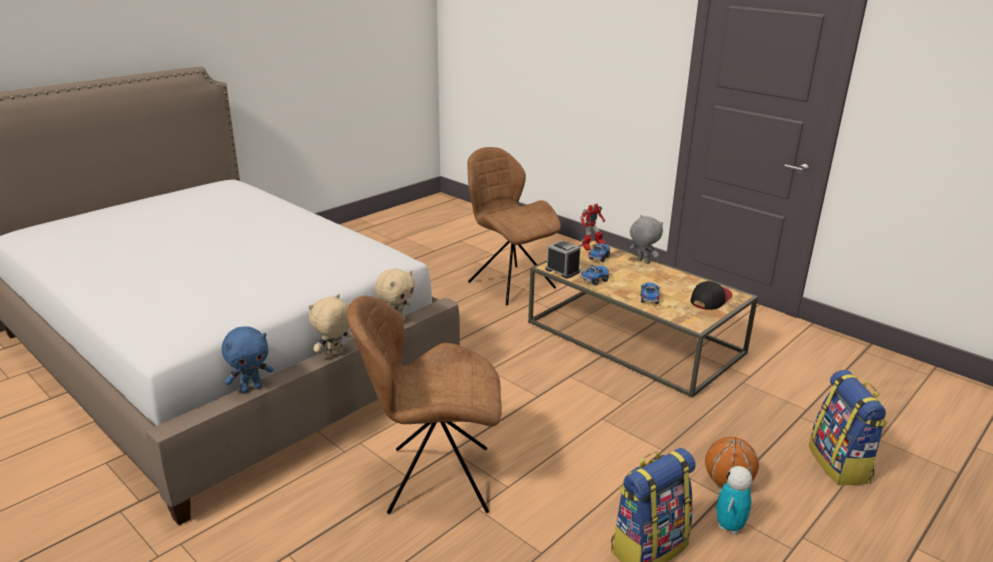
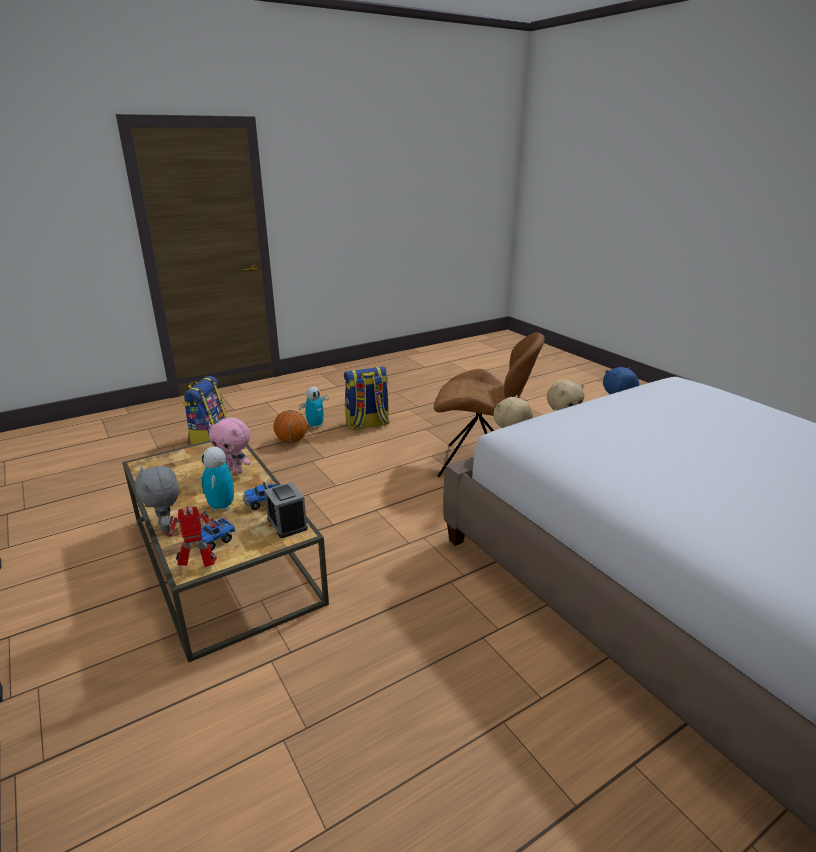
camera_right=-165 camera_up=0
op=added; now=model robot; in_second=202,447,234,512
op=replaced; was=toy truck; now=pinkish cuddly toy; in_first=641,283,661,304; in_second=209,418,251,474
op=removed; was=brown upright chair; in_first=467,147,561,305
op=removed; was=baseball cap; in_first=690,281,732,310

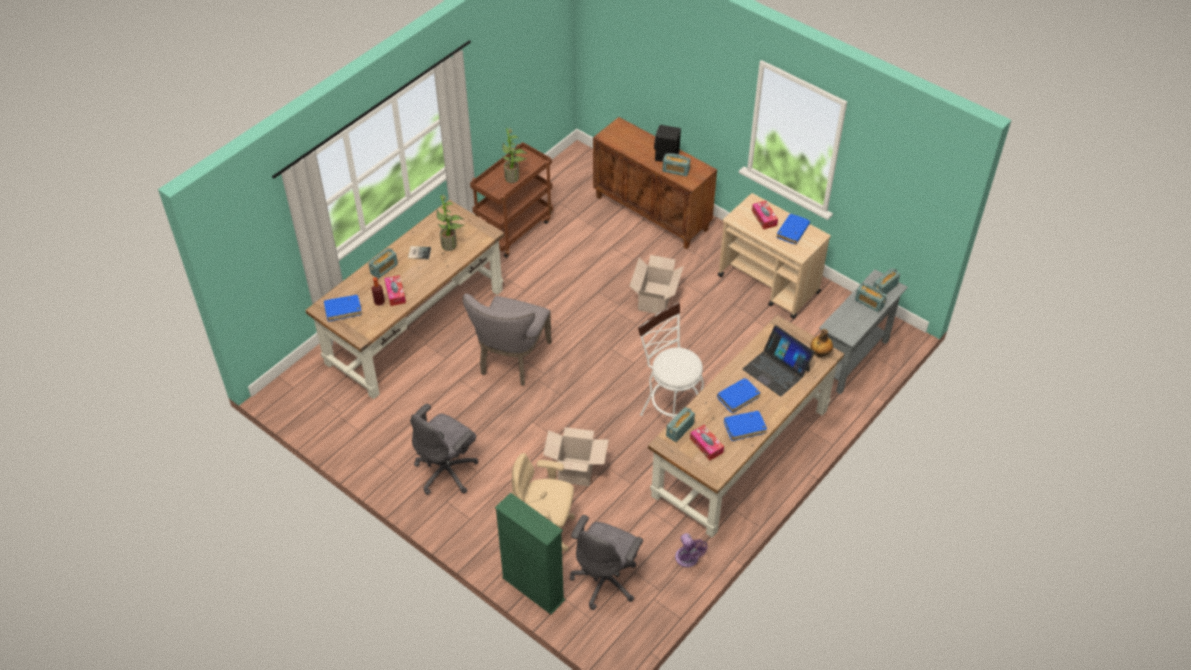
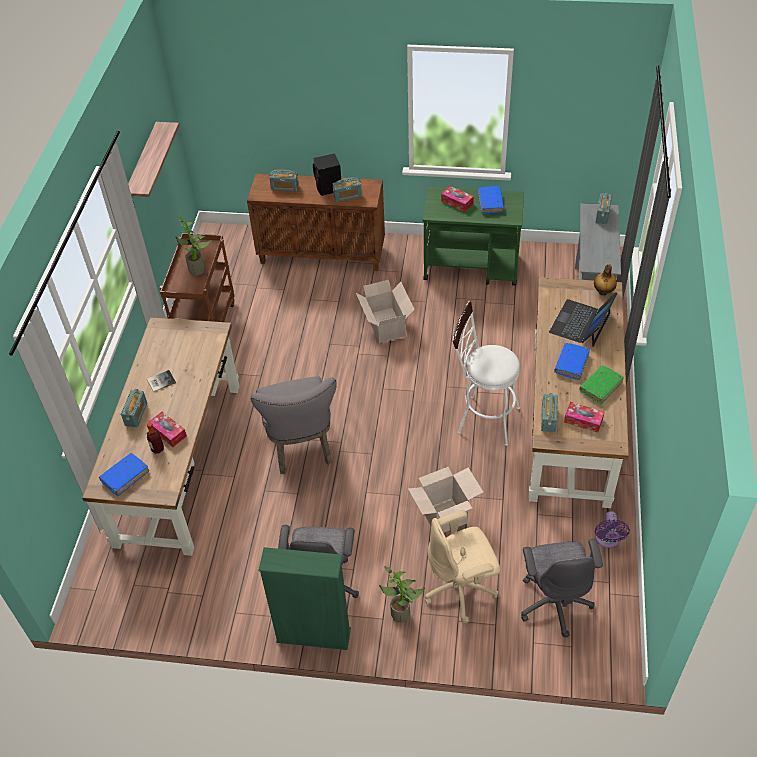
camera_right=-30 camera_up=0
op=added; now=wall shelf; in_second=128,122,179,207
op=moved; was=green-coloured shelving unit; in_first=495,492,565,614; in_second=258,547,351,650
op=moved; was=radio receiver; in_first=855,282,887,313; in_second=269,169,299,191
op=moved; was=plant in a pot; in_first=436,195,464,251; in_second=379,566,425,623
op=recoloured; was=beige cart; now=green-coloured cart; in_first=718,193,831,319; in_second=423,187,524,286
op=turned; was=portable computer; in_first=743,325,815,396; in_second=549,293,617,347; clockwise=105
op=recoloured; was=bluish bound book; now=green-coloured bound book; in_first=724,411,767,441; in_second=579,365,624,404
op=turned; was=purple cooling fan; in_first=675,533,708,567; in_second=595,511,630,548; clockwise=60

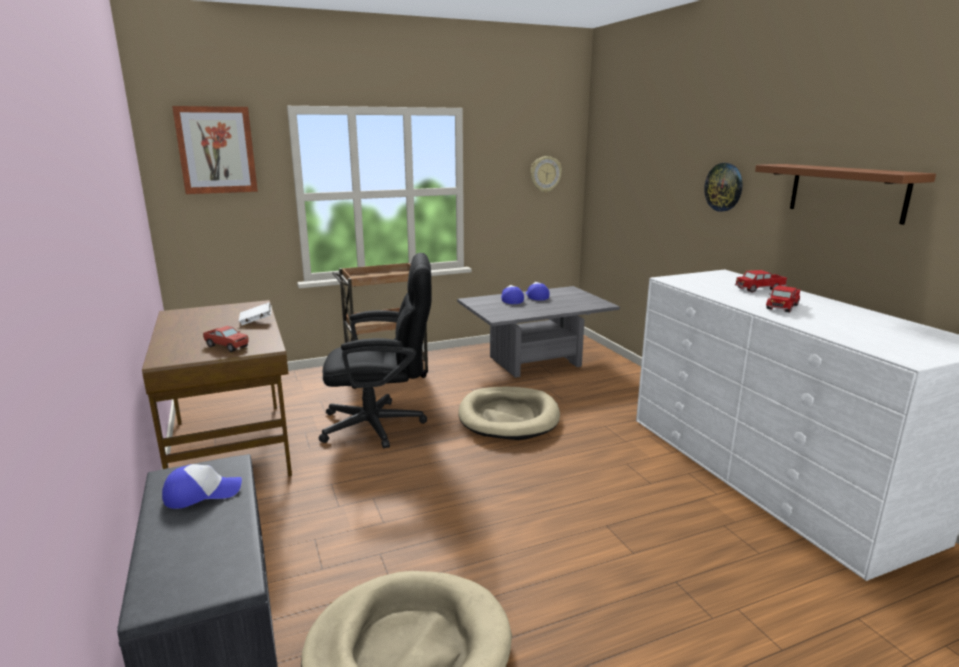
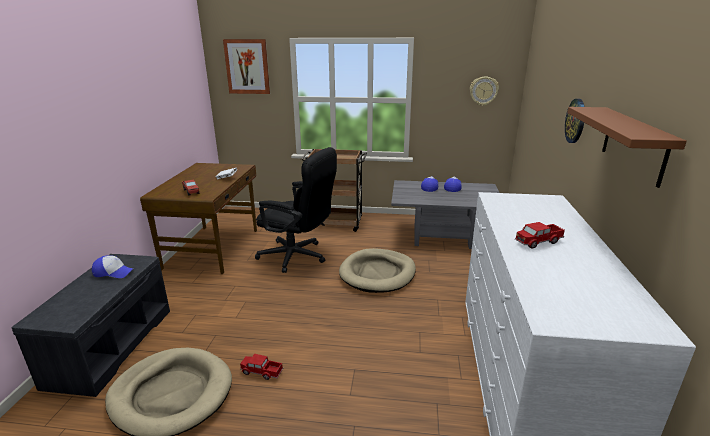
camera_right=30 camera_up=5
op=moved; was=toy truck; in_first=735,270,787,293; in_second=240,354,283,380

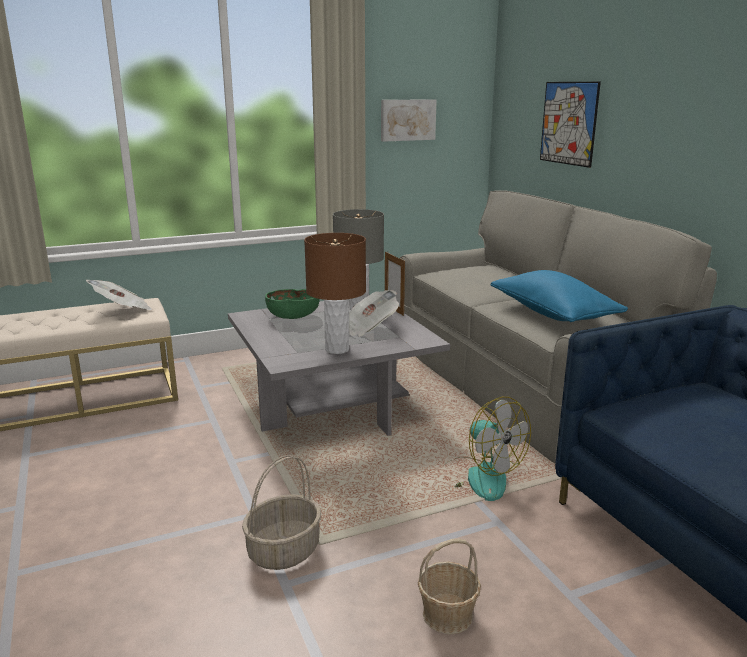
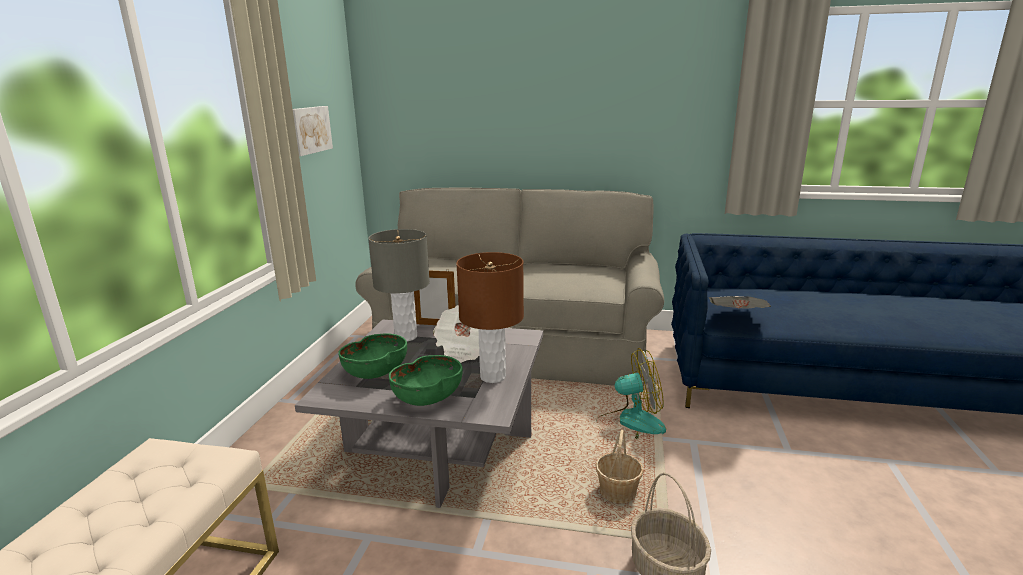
camera_right=-55 camera_up=0
op=added; now=green-coloured deep dish; in_second=389,355,463,406
op=moved; was=basket; in_first=418,539,481,634; in_second=596,430,644,503
op=moved; was=newspaper; in_first=86,280,152,310; in_second=708,296,771,309
op=removed; was=bluish throw pillow; in_first=490,270,628,322
op=removed; was=picture; in_first=540,82,601,168

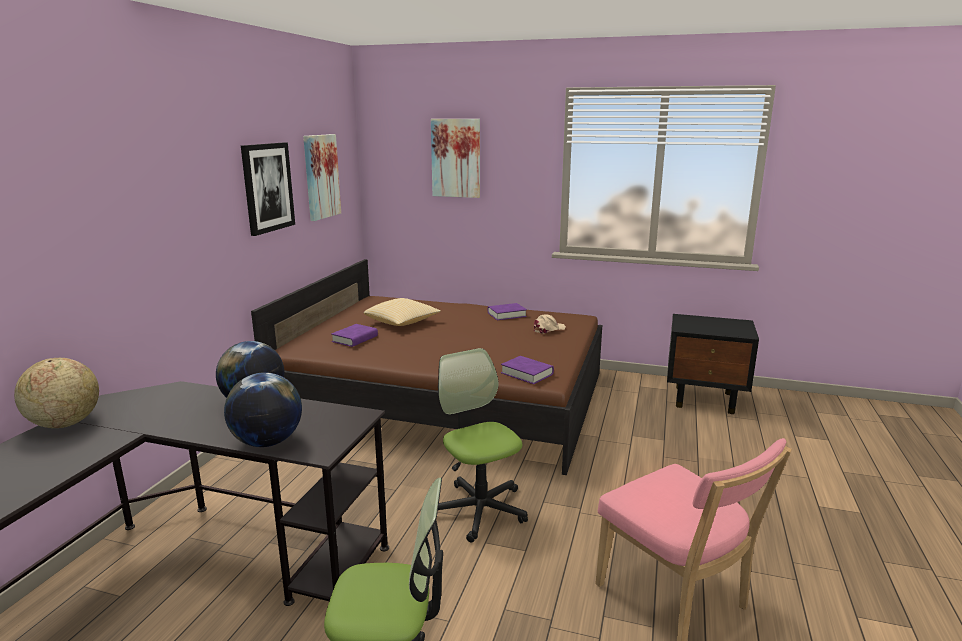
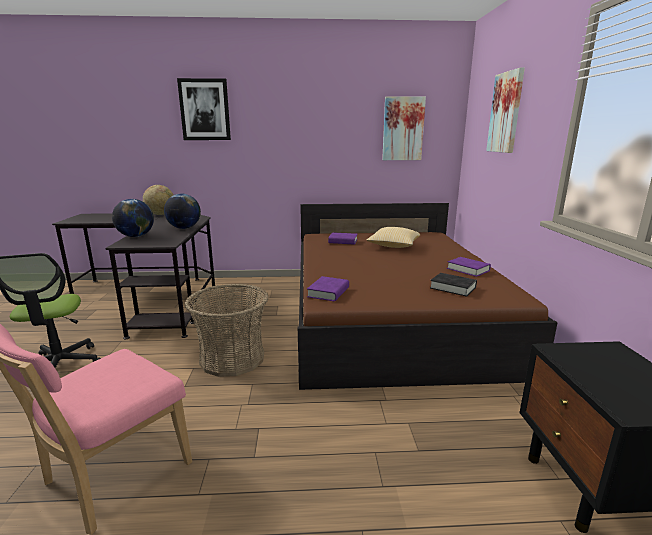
camera_right=70 camera_up=0
op=moved; was=picture; in_first=241,143,295,236; in_second=177,78,231,140
op=replaced; was=computer chair; now=basket; in_first=437,348,528,543; in_second=185,283,269,377
op=replaced; was=beige baseball cap; now=black bound book; in_first=534,314,566,334; in_second=430,273,477,297

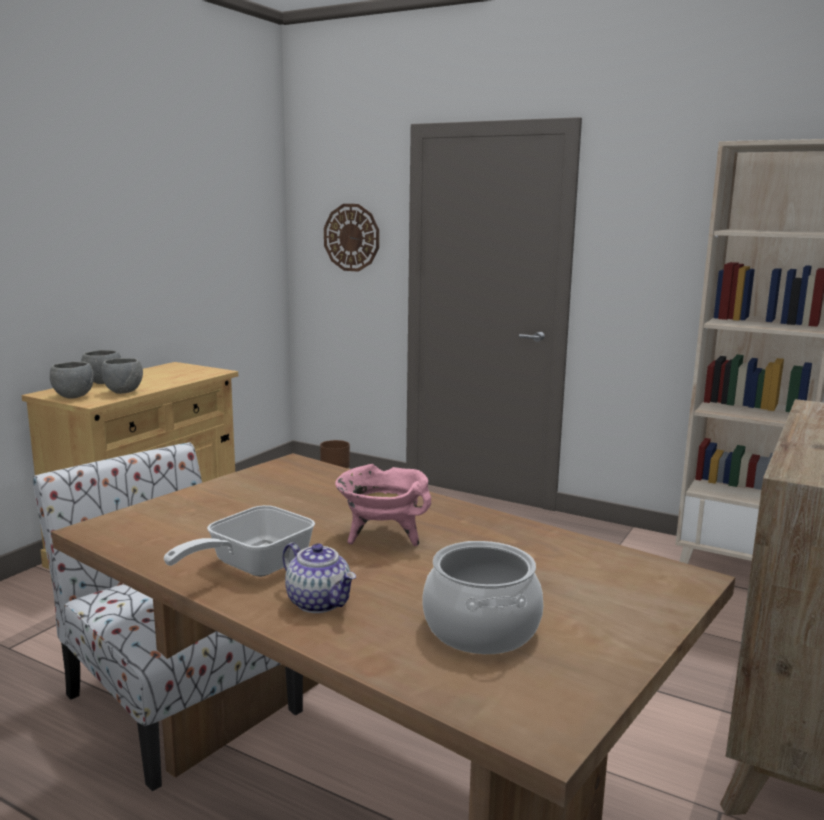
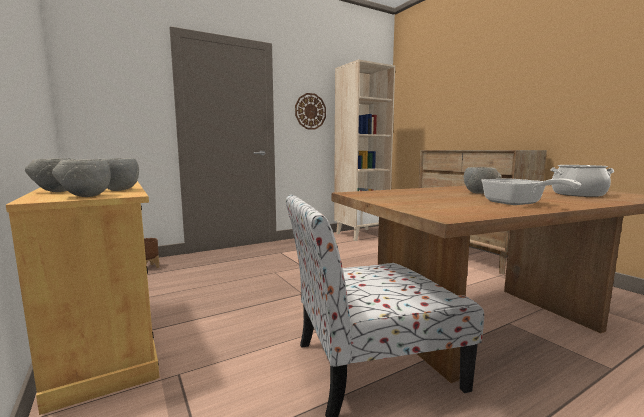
camera_right=-60 camera_up=-5
op=moved; was=clock on the wall; in_first=324,204,379,272; in_second=295,93,326,130
op=replaced; was=pinkish stockpot; now=gray deep dish; in_first=335,464,431,546; in_second=464,167,501,194
op=removed; was=tea pot; in_first=283,542,356,613

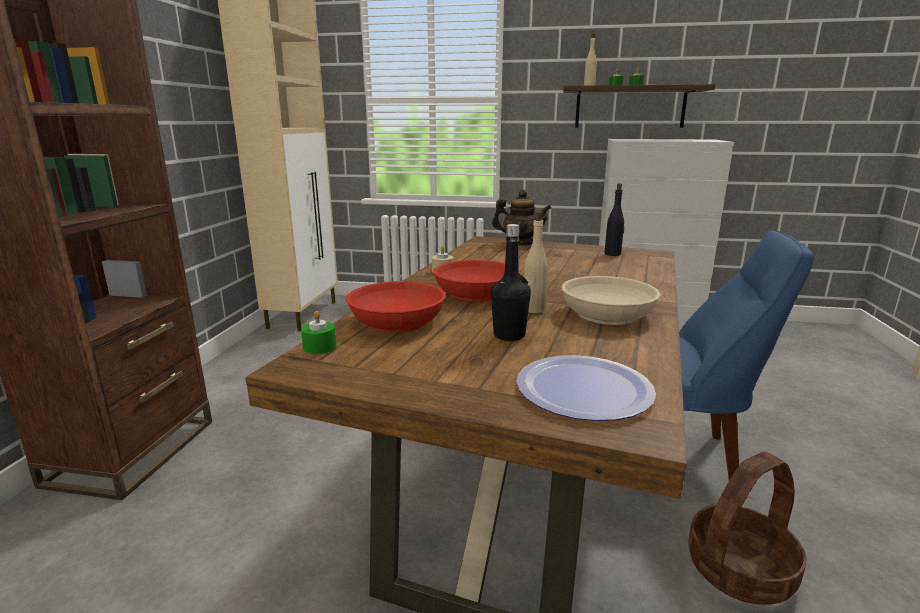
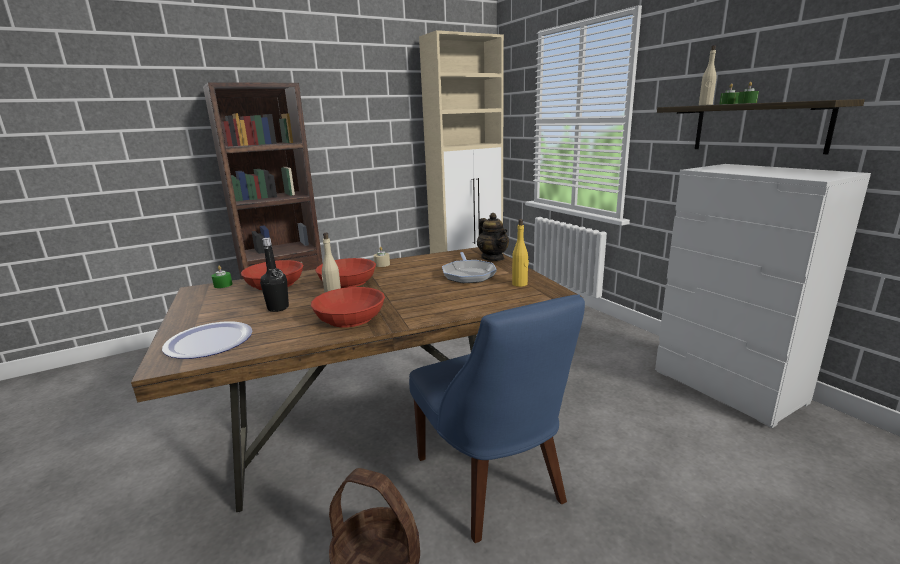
camera_right=50 camera_up=0
op=recoloured; was=beige deep dish; now=red deep dish; in_first=562,276,661,325; in_second=311,287,385,327
op=added; now=frying pan; in_second=442,252,497,283
op=recoloured; was=black beverage bottle; now=yellowish beverage bottle; in_first=604,183,624,256; in_second=512,219,529,287

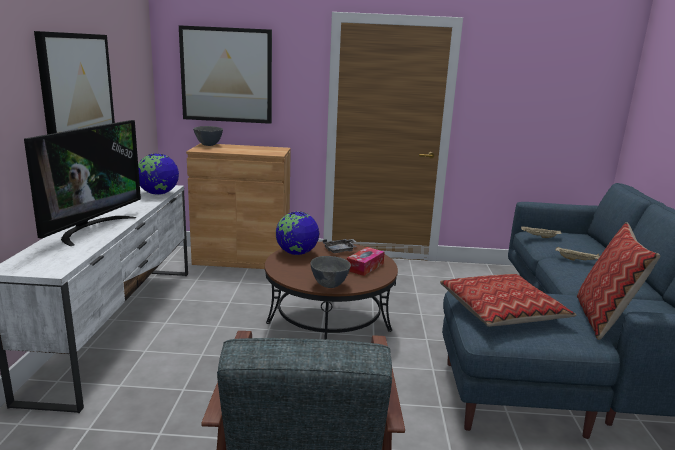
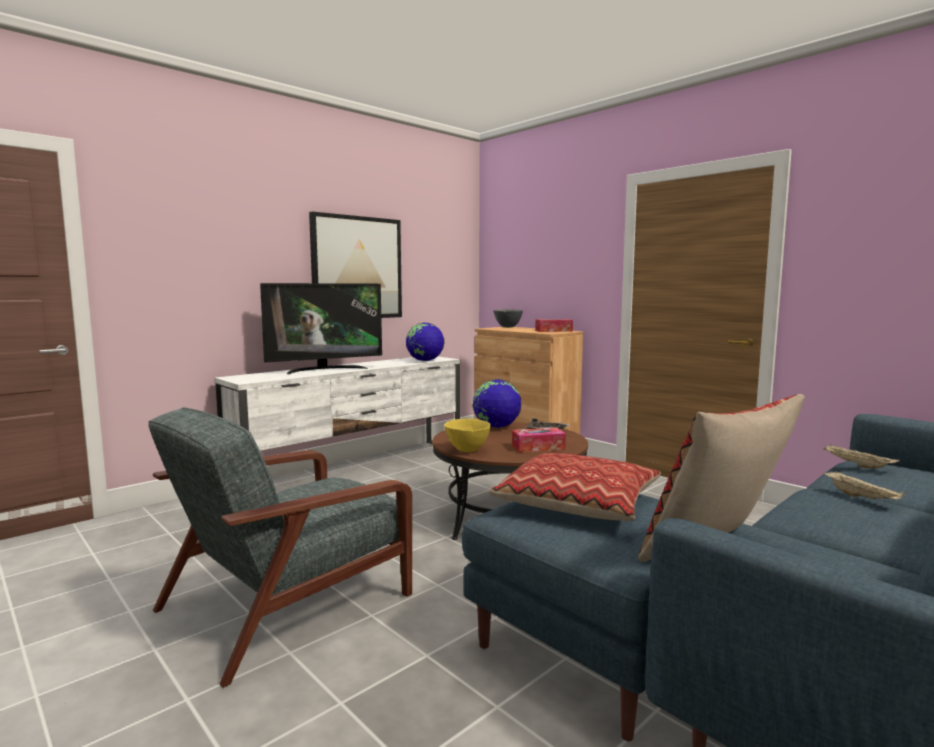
camera_right=45 camera_up=-10
op=recoloured; was=gray deep dish; now=yellowish deep dish; in_first=310,256,351,288; in_second=444,419,491,452
op=added; now=tissue box; in_second=535,319,573,332
op=removed; was=picture; in_first=179,25,272,124

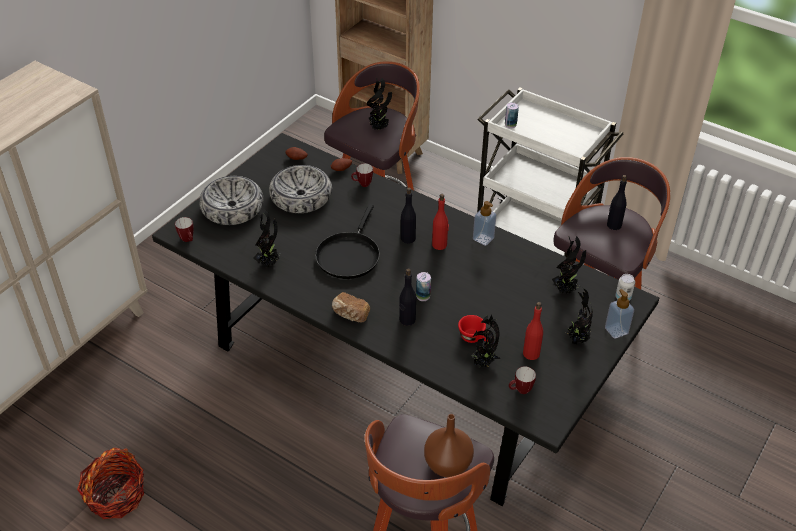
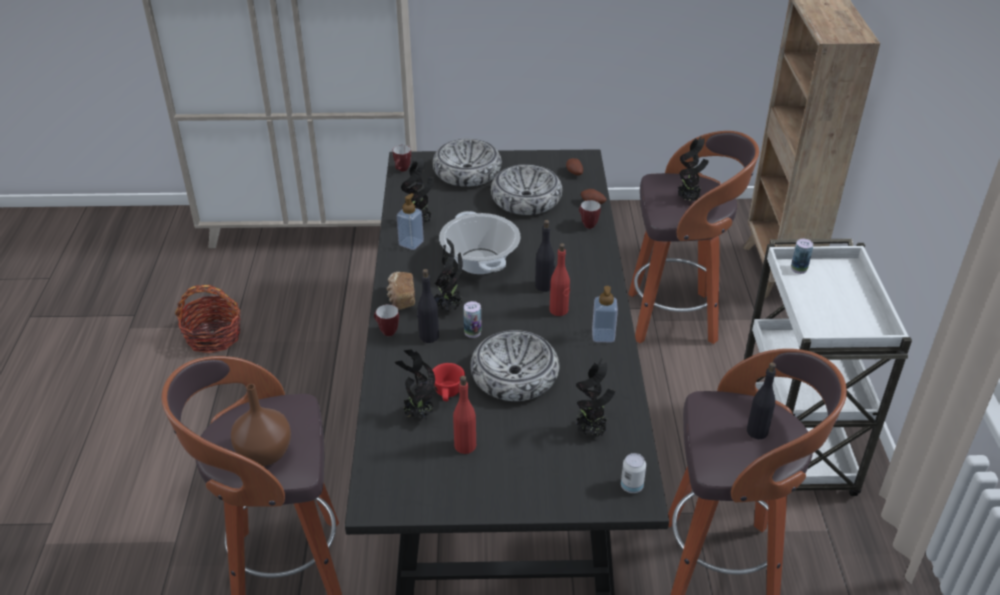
camera_right=55 camera_up=-5
op=moved; was=tea mug; in_first=509,366,536,394; in_second=374,304,399,336
op=moved; was=liquid soap bottle; in_first=605,289,634,339; in_second=397,193,424,250
op=moved; was=plant in a pot; in_first=566,288,593,344; in_second=434,238,463,312
op=replaced; was=black frying pan; now=stockpot; in_first=315,204,380,279; in_second=439,211,521,274
op=added; now=deep dish; in_second=470,330,559,401

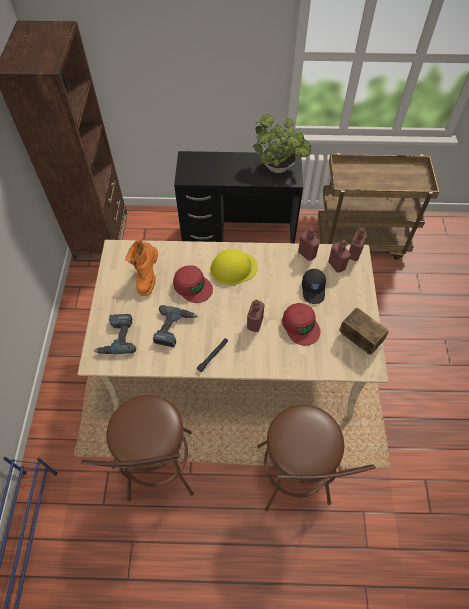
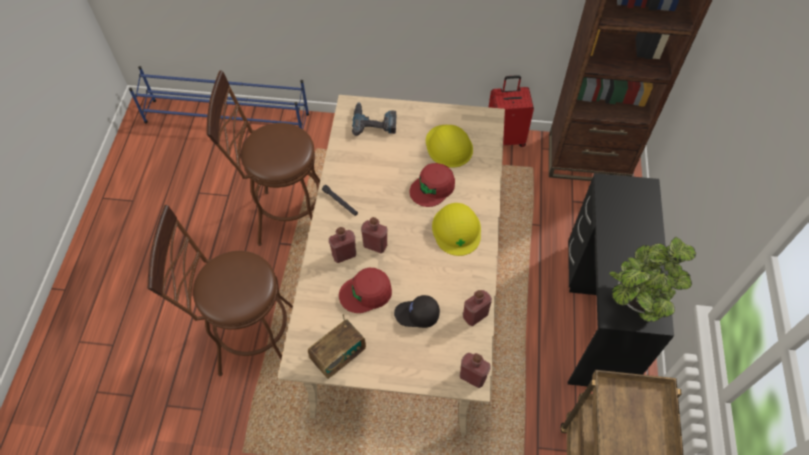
camera_right=95 camera_up=0
op=moved; was=red beverage bottle; in_first=328,239,351,273; in_second=329,227,356,263
op=replaced; was=orange-coloured high-top boot; now=yellowish work helmet; in_first=125,240,158,296; in_second=426,125,473,168
op=added; now=red suitcase; in_second=489,75,534,147
op=removed; was=power drill; in_first=153,305,198,347

